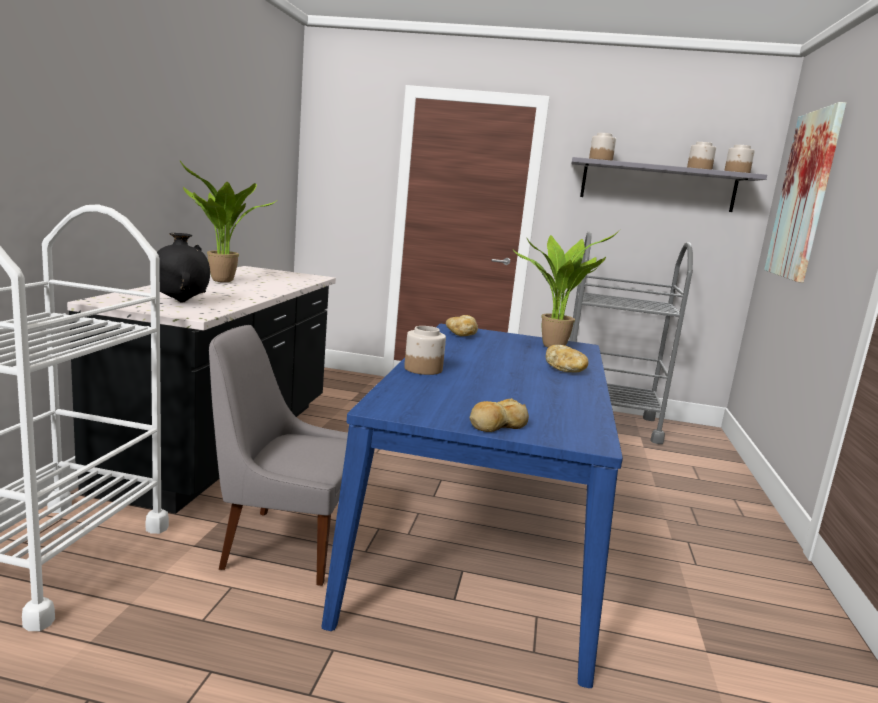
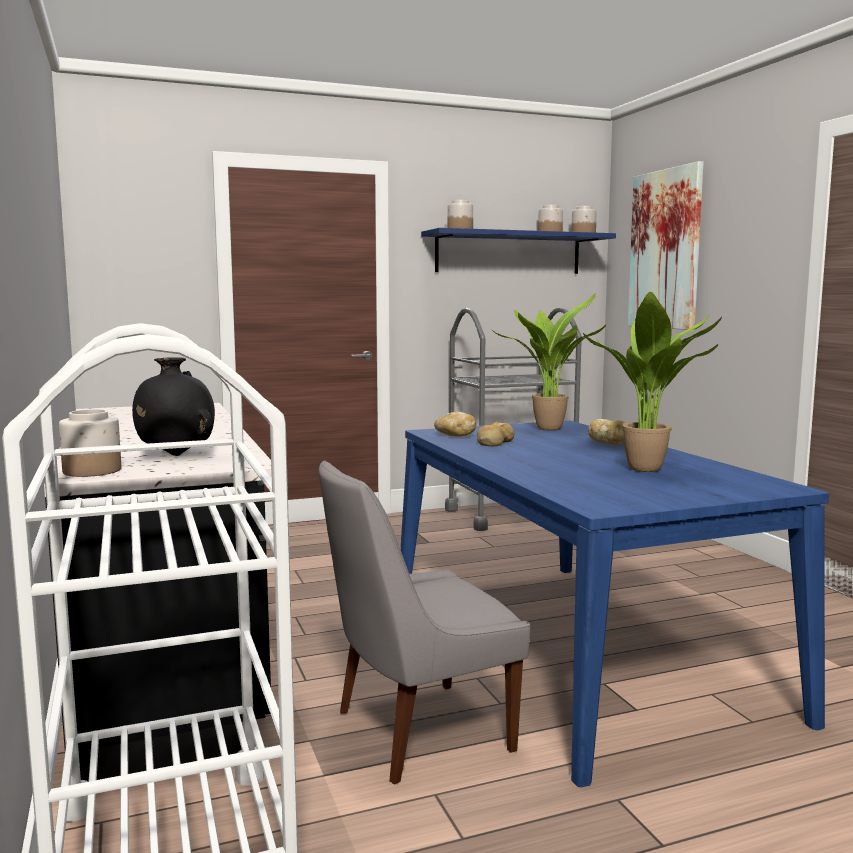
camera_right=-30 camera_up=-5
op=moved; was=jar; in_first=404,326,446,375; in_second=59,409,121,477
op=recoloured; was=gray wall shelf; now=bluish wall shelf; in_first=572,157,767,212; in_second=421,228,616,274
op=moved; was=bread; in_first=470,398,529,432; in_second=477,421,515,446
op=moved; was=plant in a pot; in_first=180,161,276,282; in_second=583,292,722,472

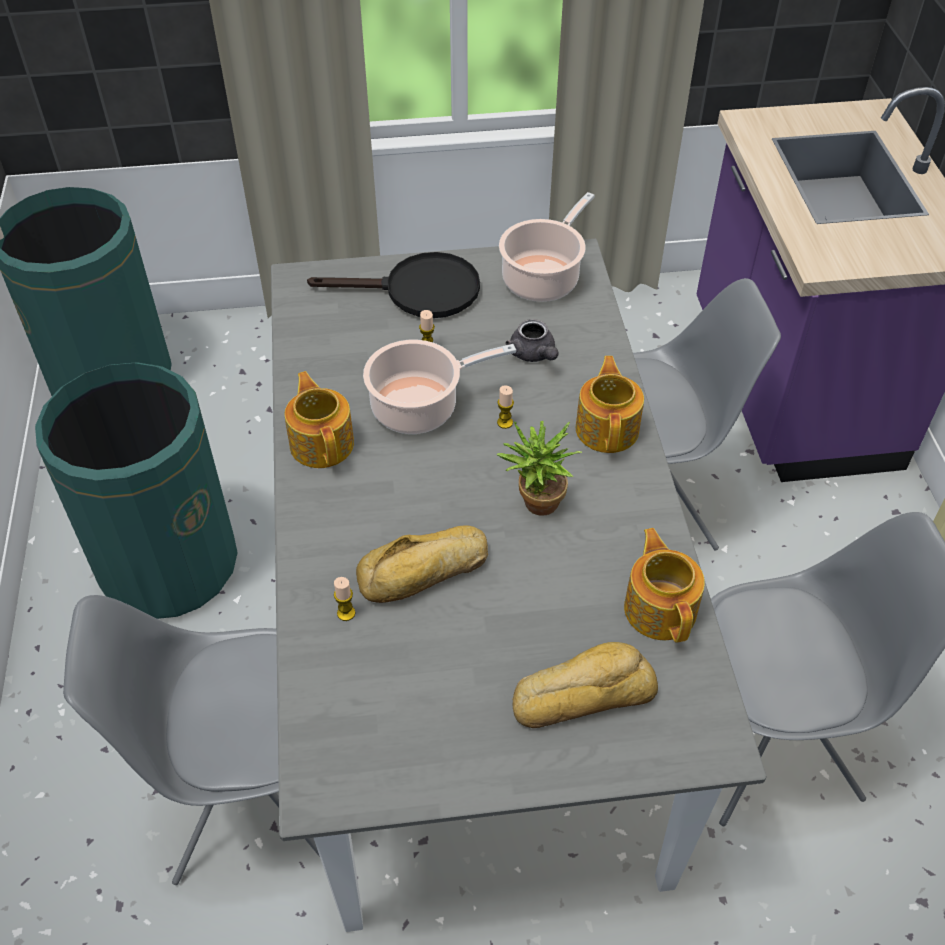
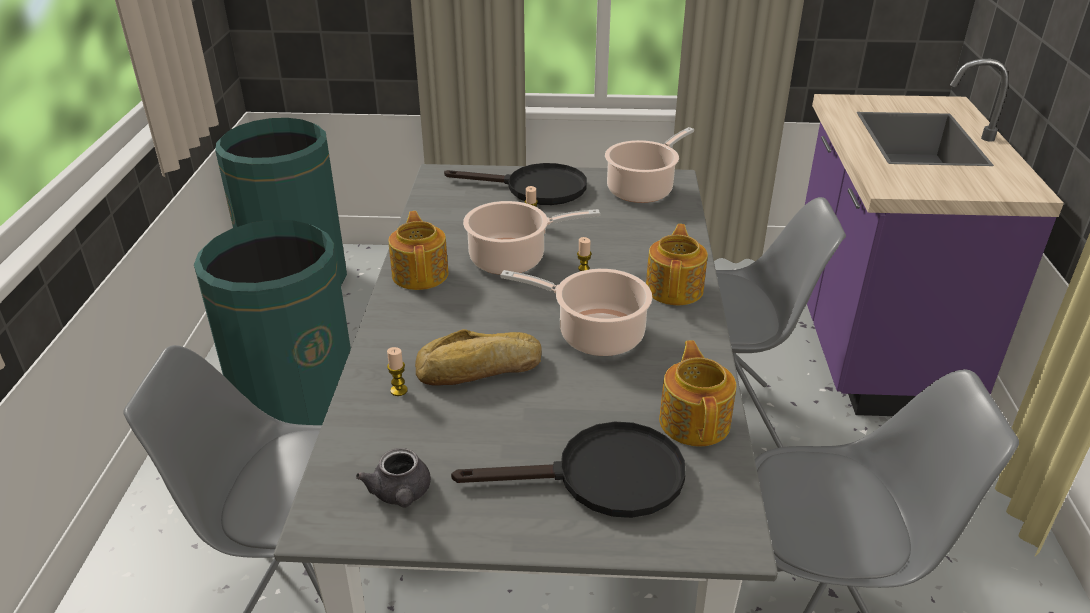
camera_right=10 camera_up=-15
op=moved; was=gray tea pot; in_first=505,319,559,362; in_second=356,448,431,508
op=replaced; was=bread; now=black frying pan; in_first=512,642,658,728; in_second=451,422,686,518
op=replaced; was=plant in a pot; now=stockpot; in_first=497,421,582,516; in_second=500,269,653,356

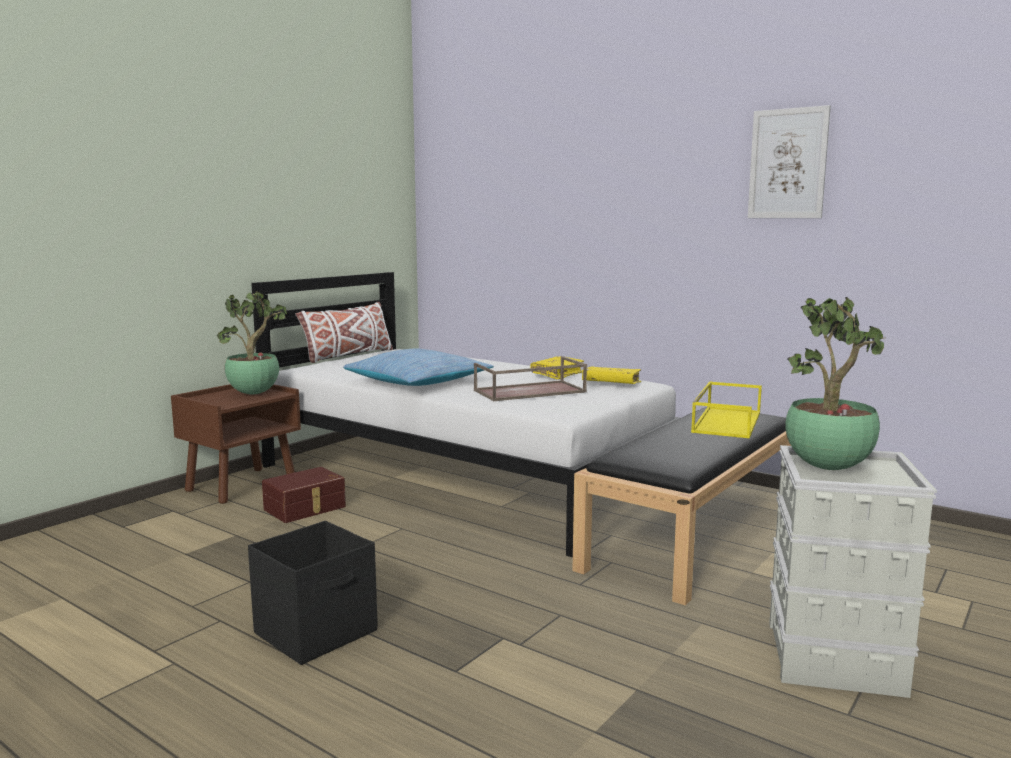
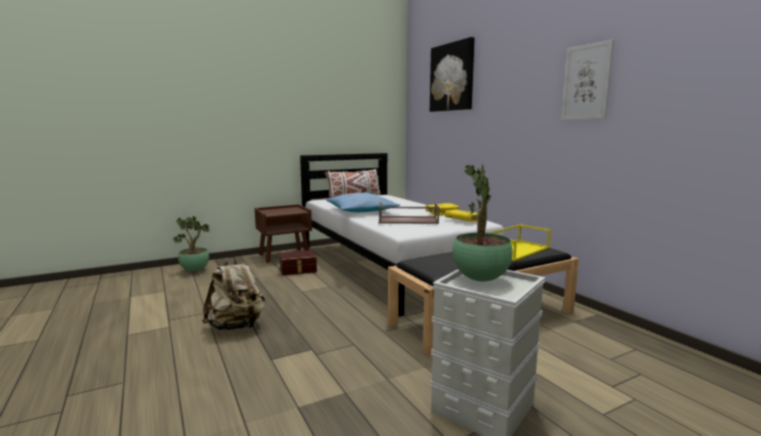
camera_right=25 camera_up=0
op=moved; was=plant in a pot; in_first=217,291,287,394; in_second=173,216,210,272
op=replaced; was=black storage box; now=beige knapsack; in_first=248,521,378,665; in_second=202,256,265,330
op=added; now=picture; in_second=430,37,475,112

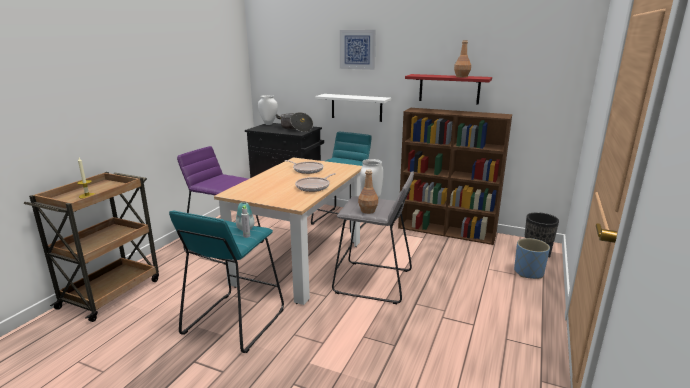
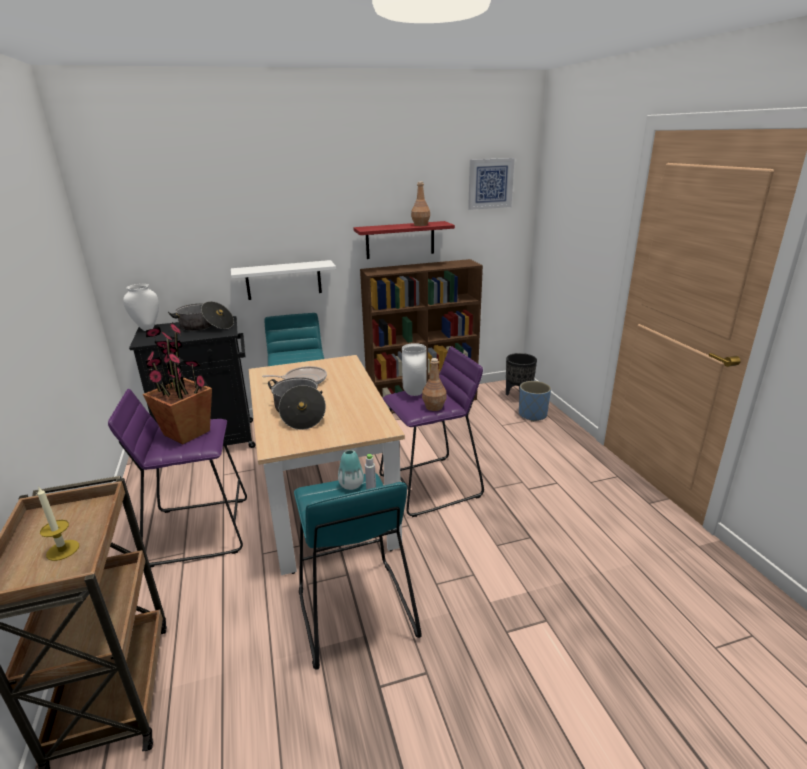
camera_right=-40 camera_up=5
op=added; now=plant in a pot; in_second=143,322,212,444
op=added; now=stockpot; in_second=268,377,326,430
op=recoloured; was=gray stool; now=purple stool; in_first=332,171,414,304; in_second=379,346,484,517
op=moved; was=picture; in_first=340,30,376,70; in_second=468,158,515,210
op=removed; was=frying pan; in_first=295,173,336,192

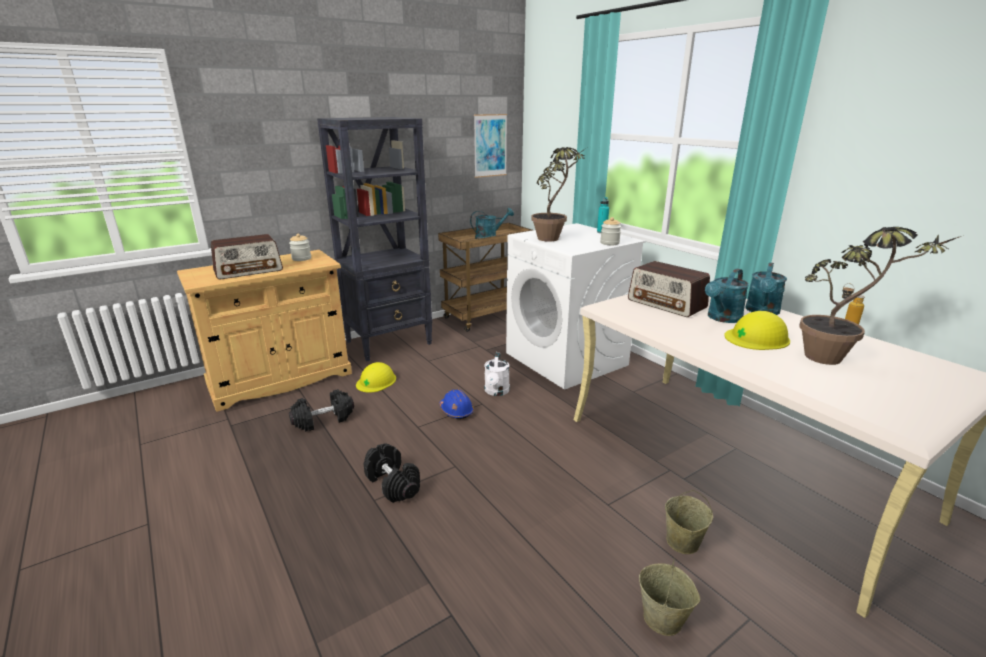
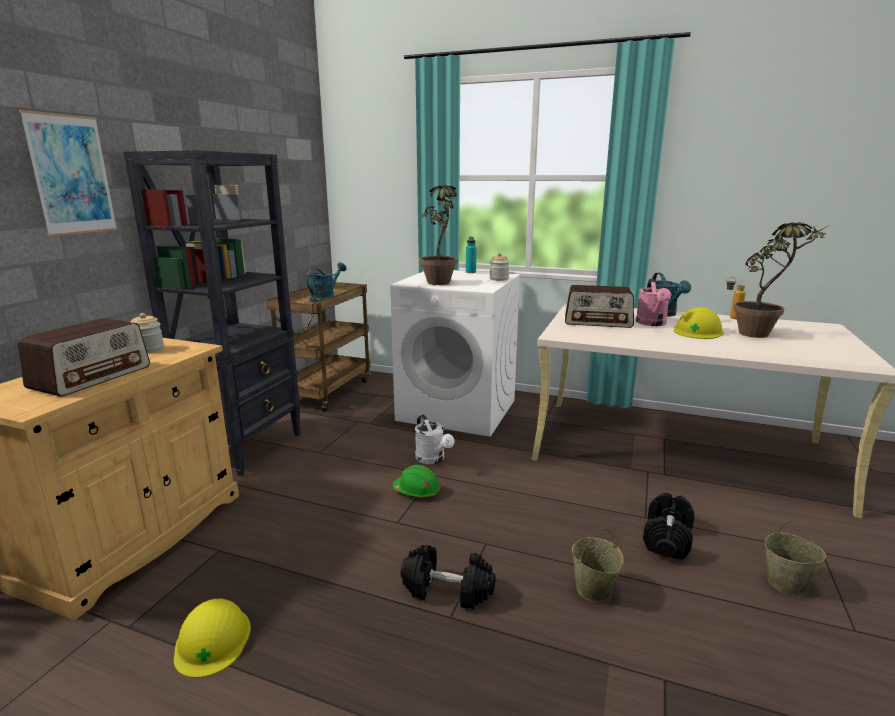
camera_right=-35 camera_up=-5
op=moved; was=picture; in_first=474,114,507,178; in_second=19,110,118,236
op=moved; was=yellowish work helmet; in_first=356,362,396,393; in_second=174,599,251,678
op=recoloured; was=bluish work helmet; now=green-coloured work helmet; in_first=439,389,474,419; in_second=393,465,441,499
op=moved; was=beige bucket; in_first=665,490,713,554; in_second=572,528,624,603
op=recoloured; was=turquoise-coloured sprinkling can; now=pinkish sprinkling can; in_first=705,268,749,323; in_second=635,279,671,326
op=moved; was=black free weight; in_first=289,389,354,432; in_second=643,493,695,560

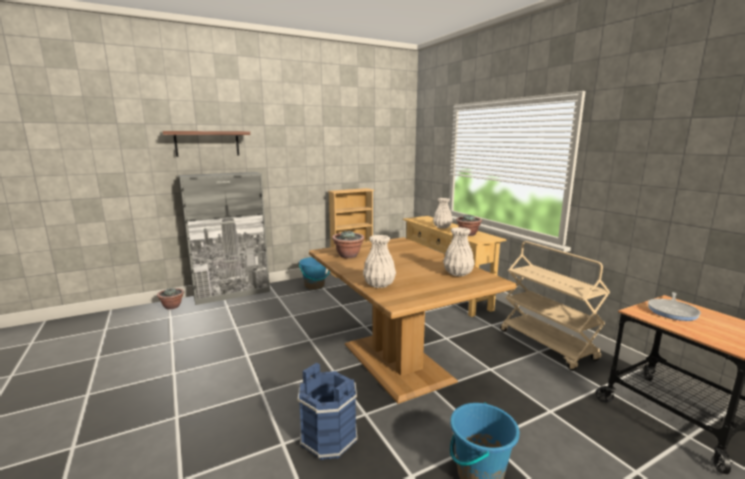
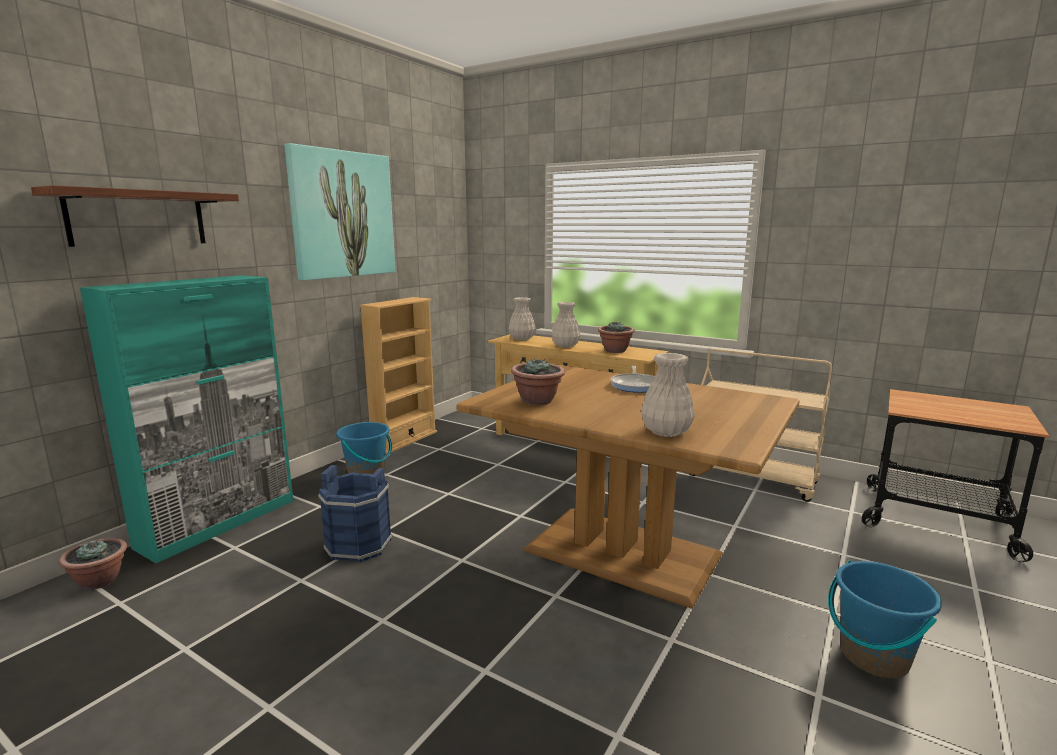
camera_right=-30 camera_up=0
op=recoloured; was=gray cabinet; now=turquoise-coloured cabinet; in_first=179,172,270,305; in_second=80,275,293,563
op=added; now=picture; in_second=284,143,395,280
op=moved; was=bluish bucket; in_first=298,363,358,460; in_second=318,465,392,562
op=moved; was=whitish decorative vase; in_first=443,227,474,276; in_second=508,297,535,340
op=moved; was=frying pan; in_first=648,292,701,321; in_second=610,366,655,393

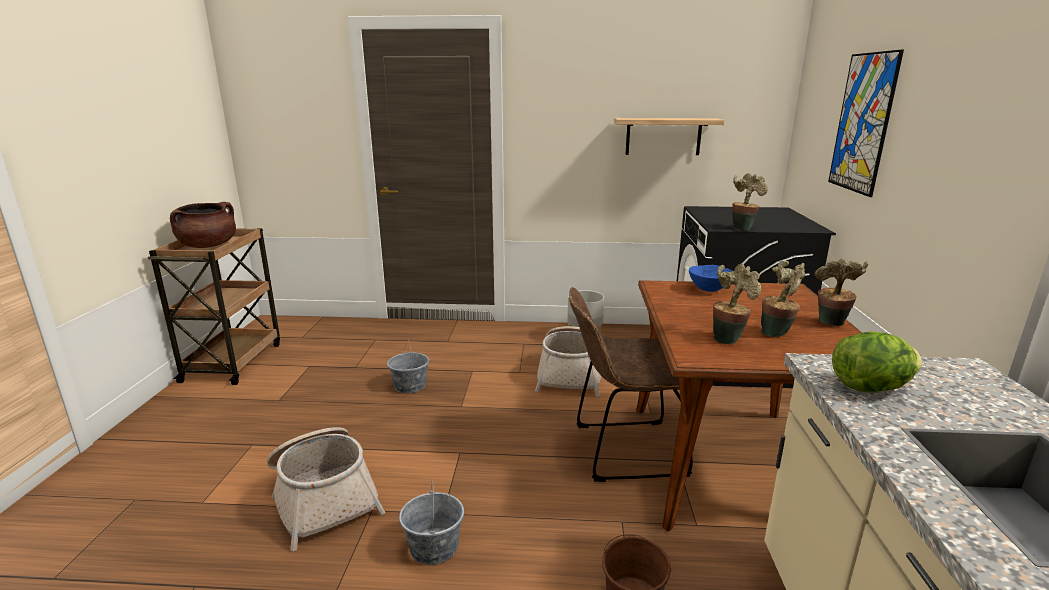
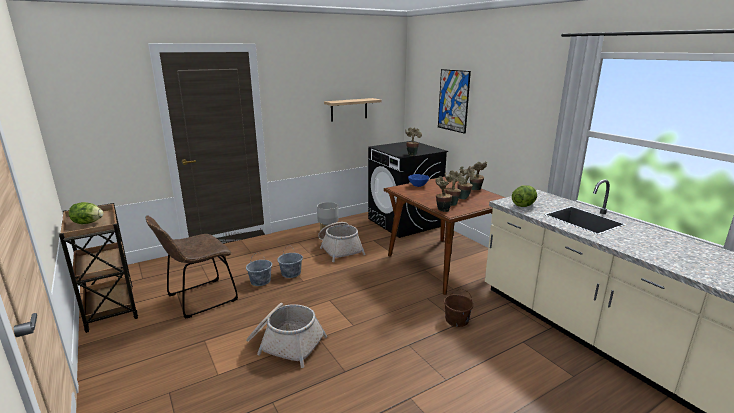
camera_right=-35 camera_up=0
op=replaced; was=brown stockpot; now=lettuce; in_first=170,202,236,248; in_second=69,202,103,224
op=moved; was=brown upright chair; in_first=569,287,693,482; in_second=146,215,238,319
op=moved; was=gray bucket; in_first=399,481,464,565; in_second=277,249,303,278
op=added; now=plant in a pot; in_second=435,176,452,212

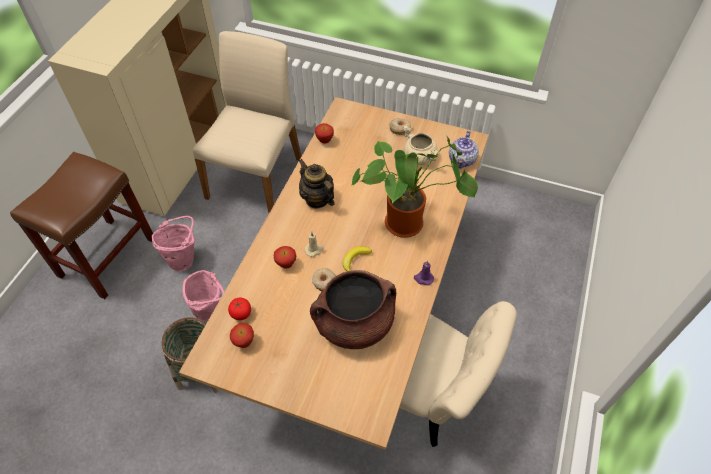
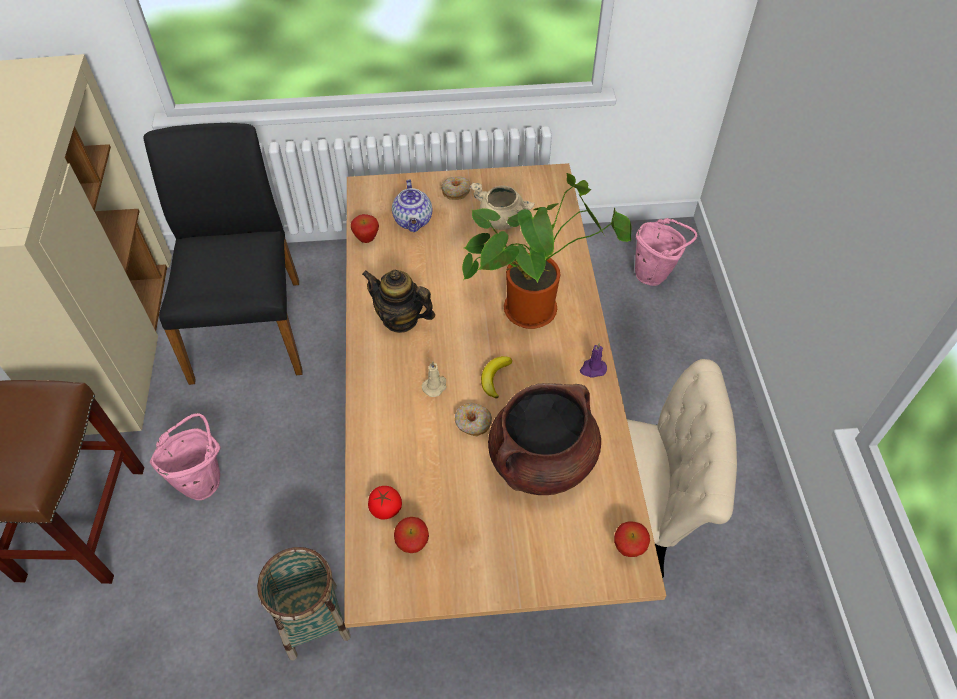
camera_right=-25 camera_up=0
op=recoloured; was=beige upright chair; now=black upright chair; in_first=193,31,301,213; in_second=143,123,303,385
op=moved; was=tea pot; in_first=449,131,479,169; in_second=392,179,432,232
op=moved; was=apple fruit; in_first=274,246,296,269; in_second=614,522,650,557
op=moved; was=pinkish bucket; in_first=182,270,224,321; in_second=635,218,697,286

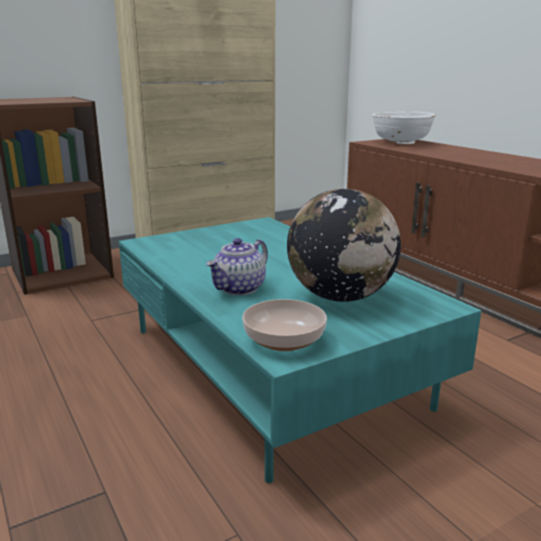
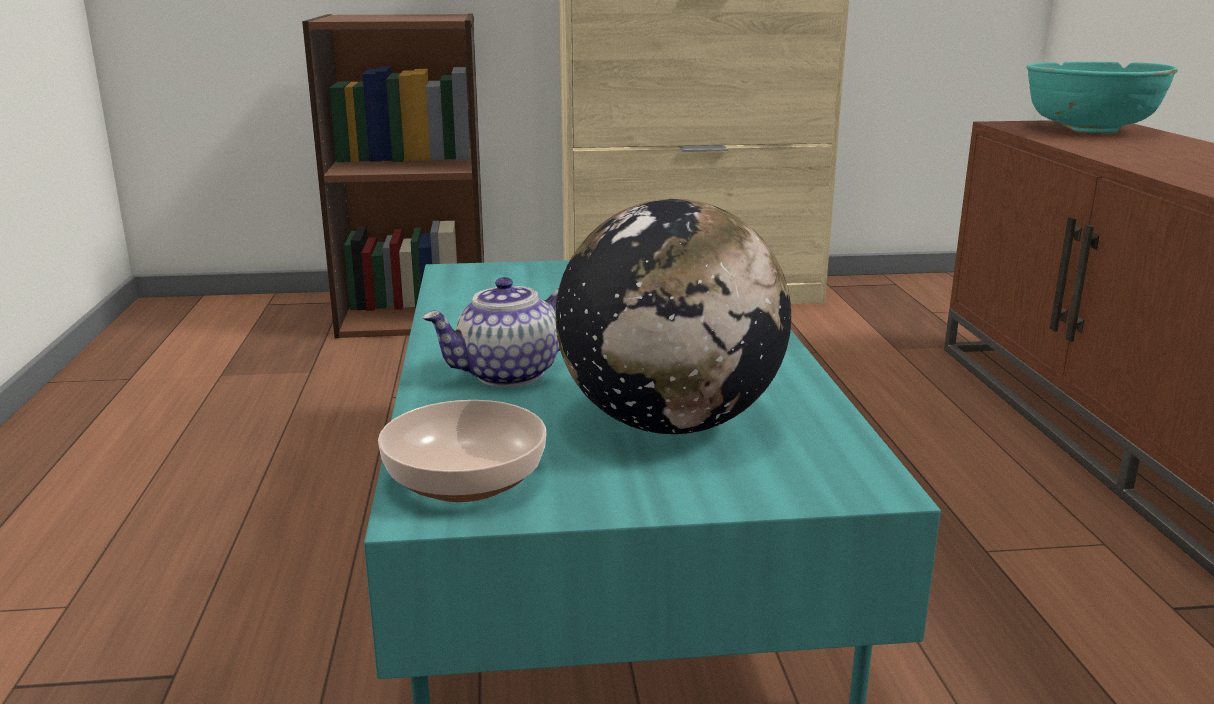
camera_right=25 camera_up=0
op=recoloured; was=whitish deep dish; now=turquoise-coloured deep dish; in_first=372,112,435,144; in_second=1026,62,1178,134

